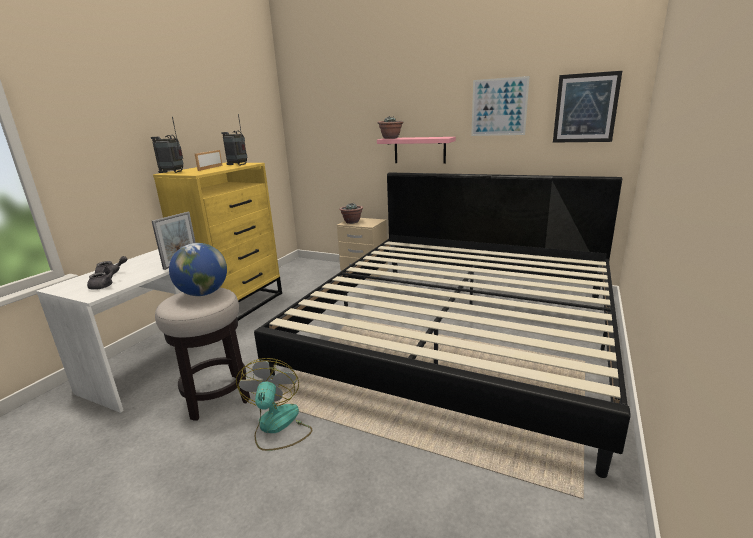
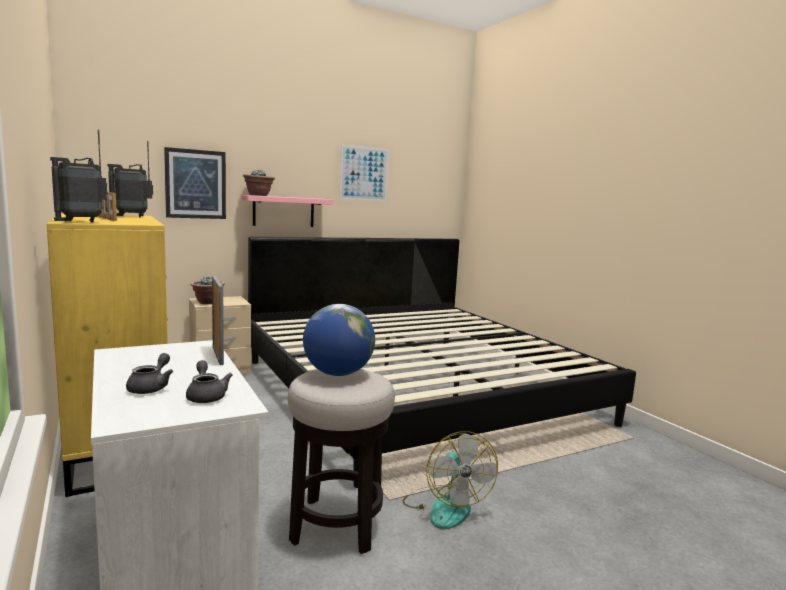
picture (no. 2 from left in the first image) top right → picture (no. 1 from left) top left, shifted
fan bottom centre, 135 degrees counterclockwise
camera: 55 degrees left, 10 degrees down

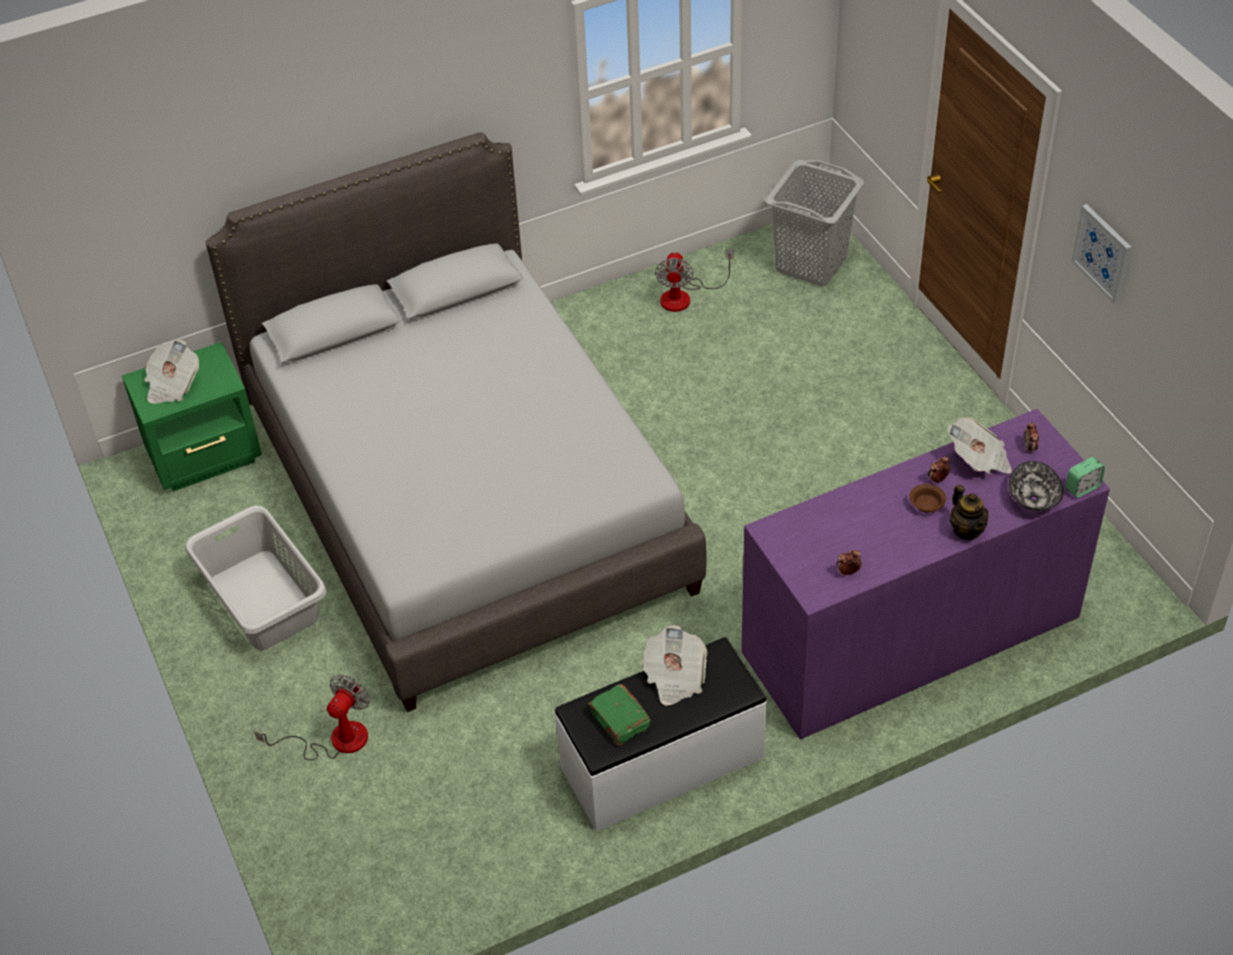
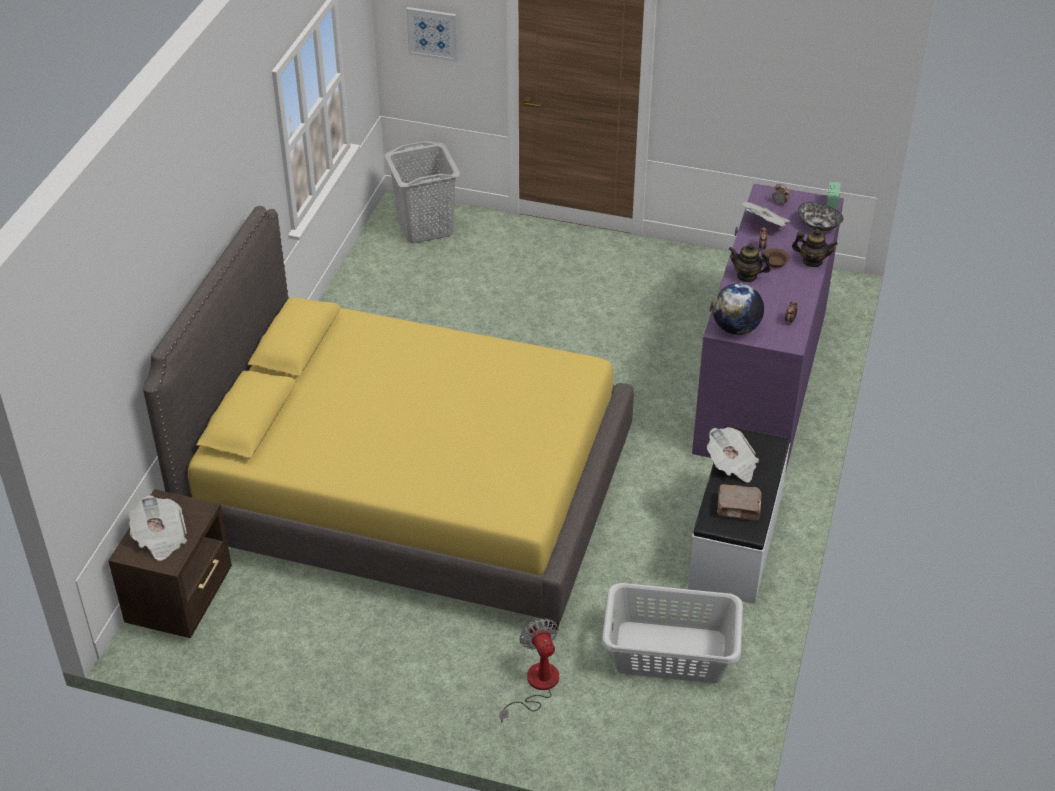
green nightstand middle left → brown nightstand bottom left
grey bed centre → yellow bed centre
picture top right → picture top centre, shifted
grey laundry basket (no. 1 from left in the first image) middle left → grey laundry basket (no. 2 from left) bottom centre, shifted
- → globe middle right
green book bottom centre → brown book middle right
- → teapot (no. 1 from left) top right
fan (no. 2 from left) top centre → -
camera: 50 degrees left, 5 degrees down

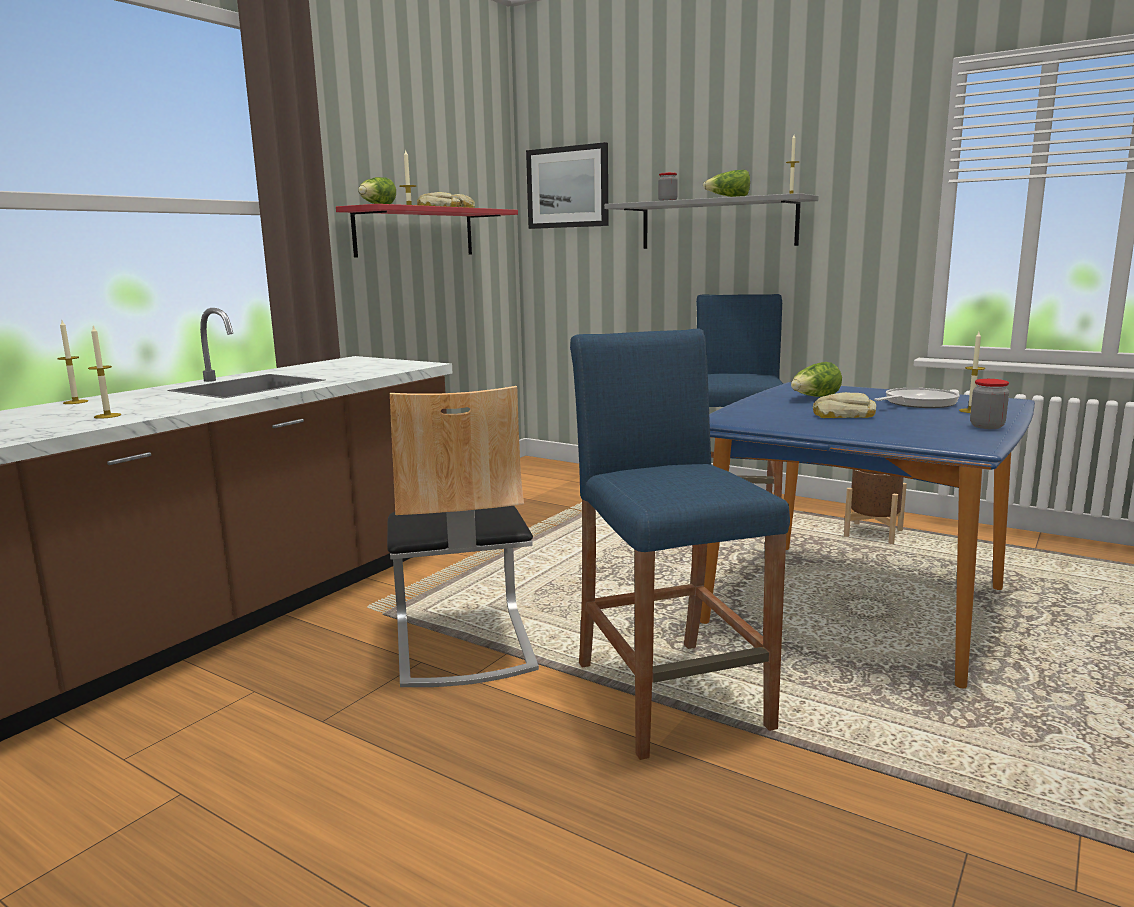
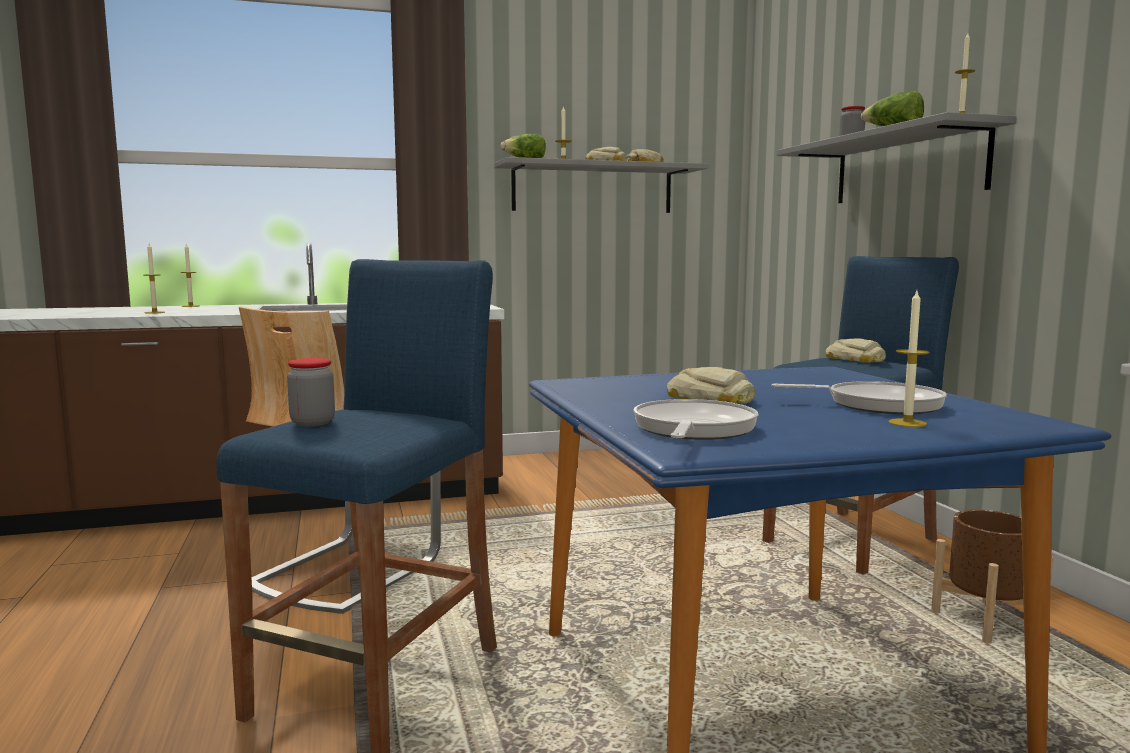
jar (no. 2 from left in the first image) middle right → jar (no. 1 from left) middle left, shifted
red shelf top centre → grey shelf (no. 1 from left) top centre
- → frying pan (no. 1 from left) centre
- → bread (no. 4 from left) middle right
picture top centre → -
lettuce (no. 3 from left) middle right → -
camera: 40 degrees right, 5 degrees down

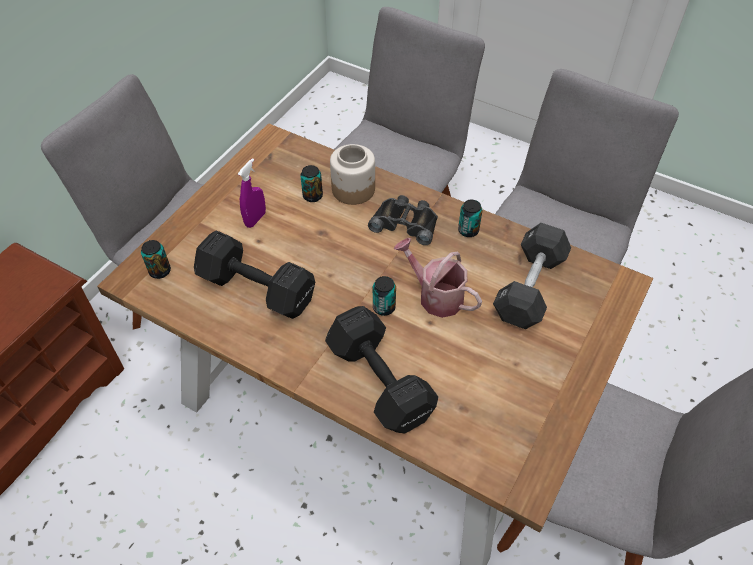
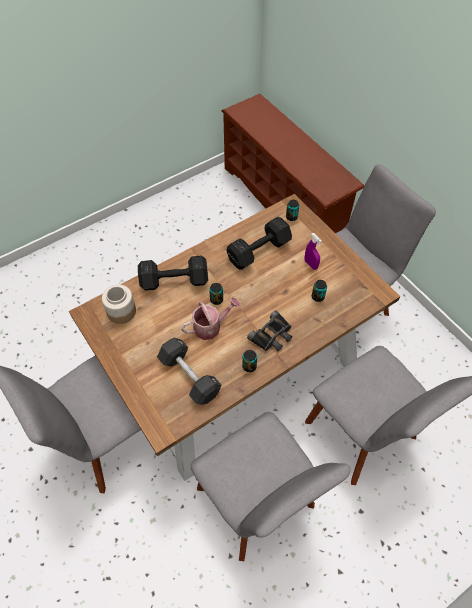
jar top centre → jar middle left, shifted
camera: 115 degrees right, 5 degrees up

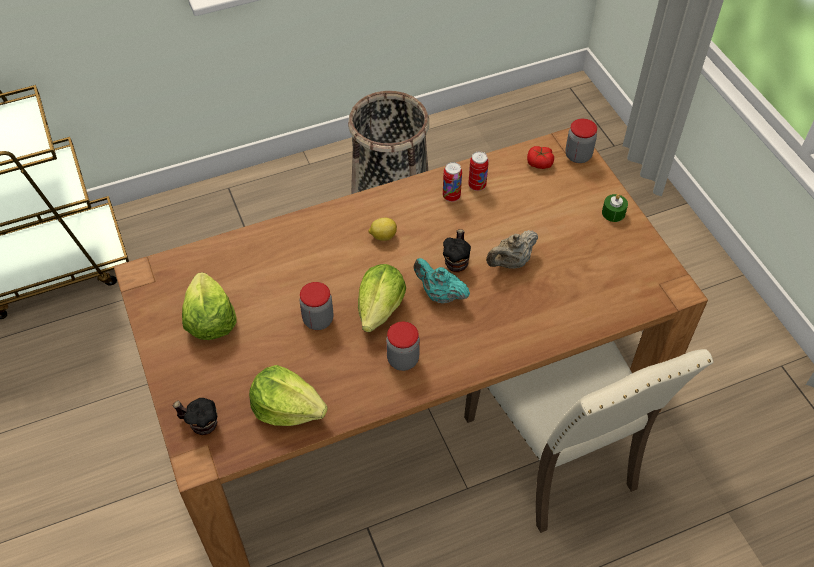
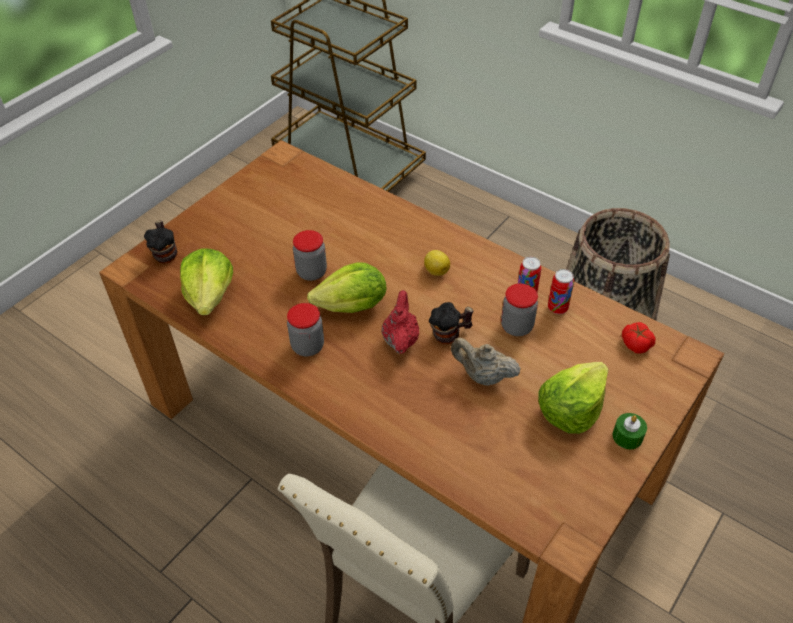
turquoise teapot centre → red teapot centre
jar (no. 3 from left) top right → jar (no. 3 from left) centre, shifted
lettuce (no. 1 from left in the first image) middle left → lettuce (no. 3 from left) middle right, shifted
camera: 60 degrees right, 5 degrees down

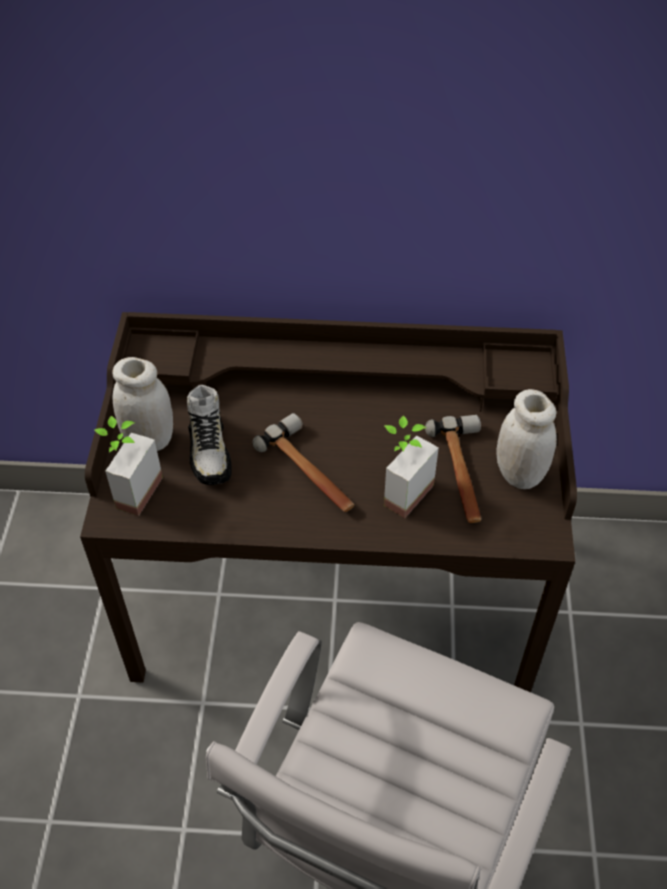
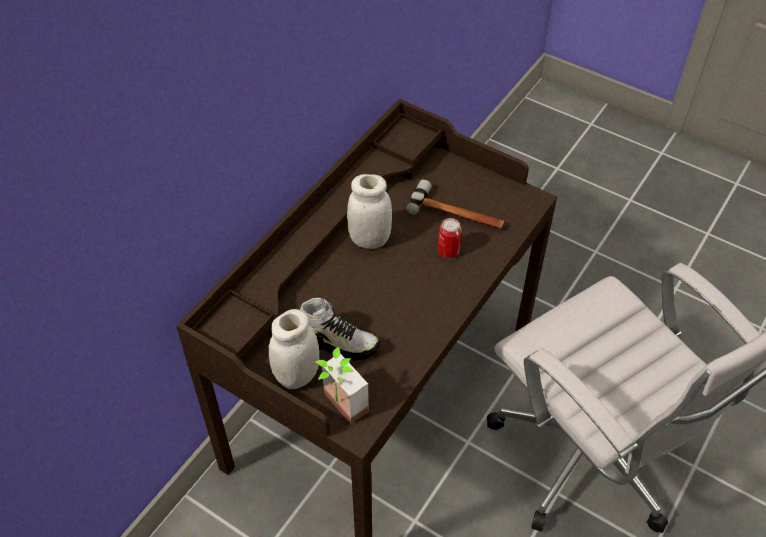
white jar (no. 2 from left) middle right → white jar (no. 2 from left) centre, shifted
potted plant (no. 2 from left) centre → can centre
hammer (no. 1 from left) centre → -
camera: 60 degrees left, 0 degrees up

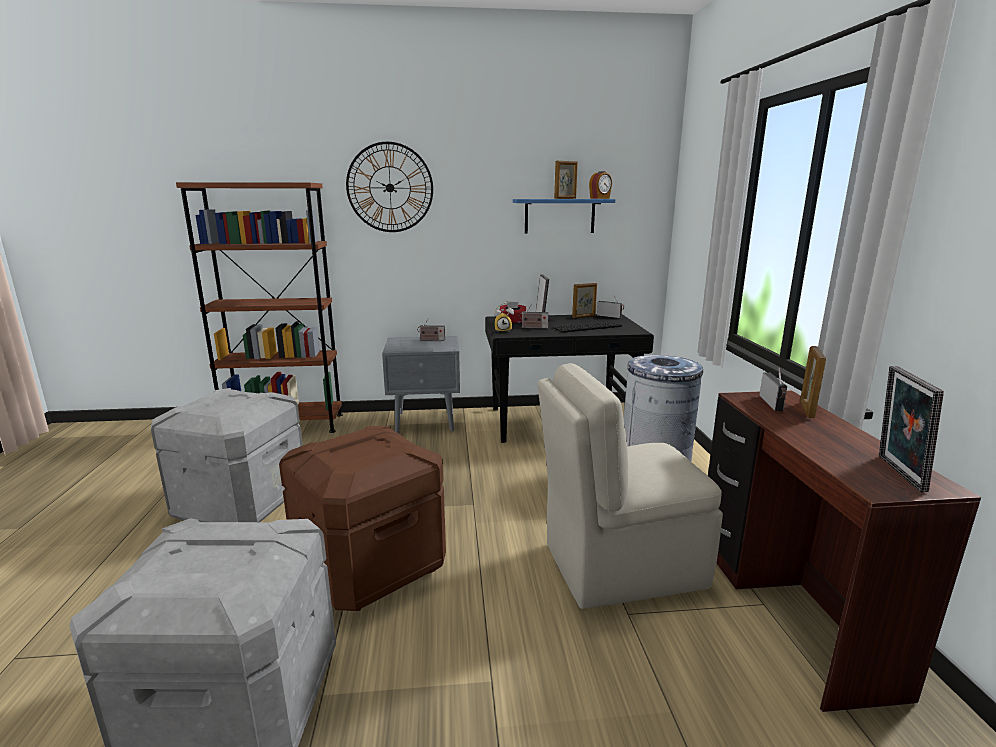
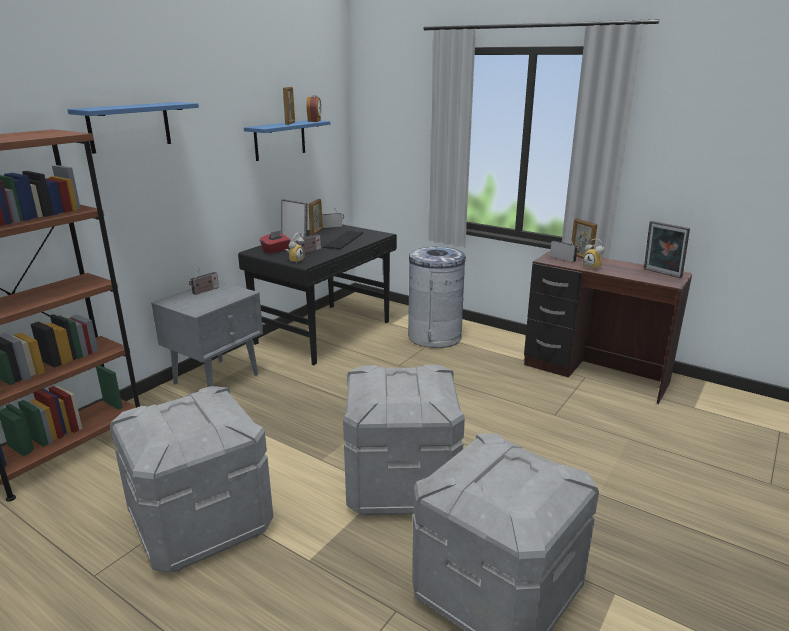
wall clock top centre → blue shelf (no. 1 from left) top left
brown storage box bottom centre → grey storage box (no. 2 from left) bottom centre
- → alarm clock (no. 3 from left) middle right
beige chair centre → -
camera: 50 degrees left, 5 degrees up

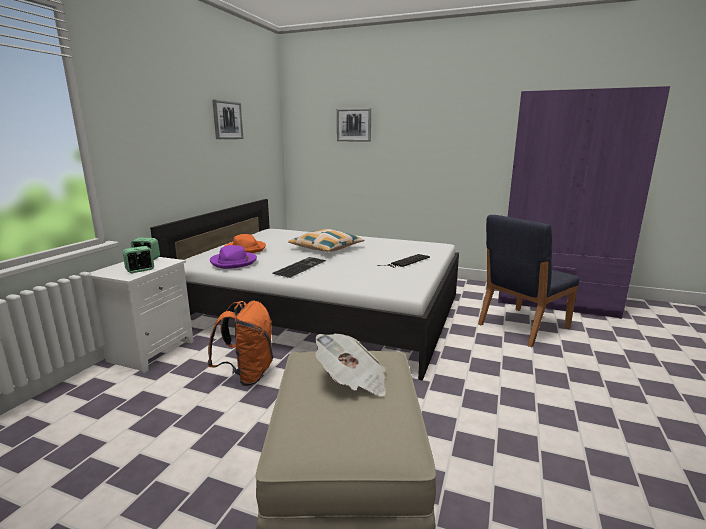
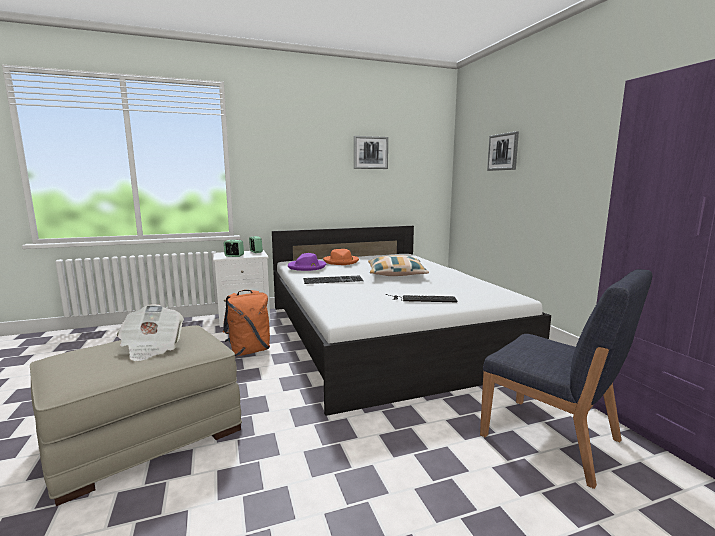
blue chair middle right → blue chair bottom right, 150 degrees counterclockwise
camera: 50 degrees right, 5 degrees down

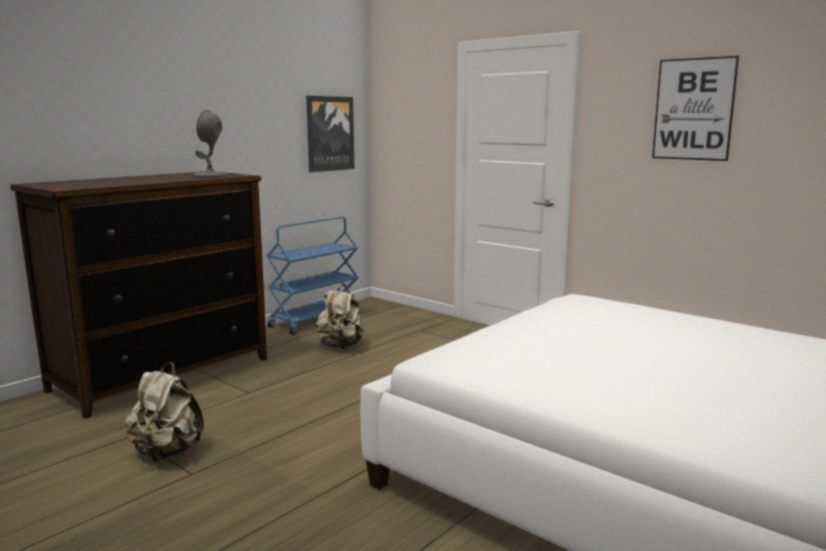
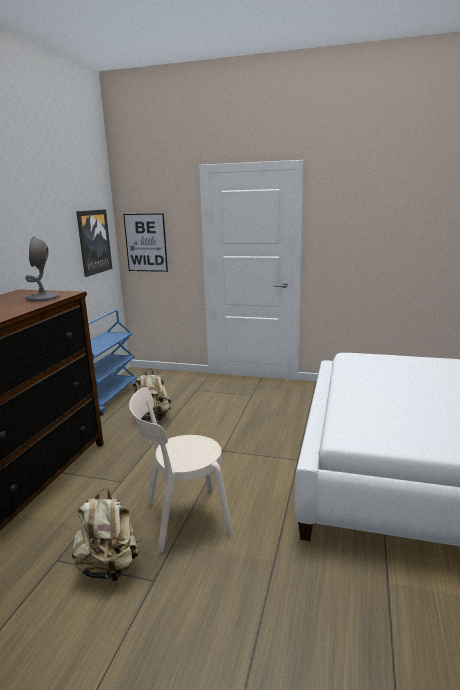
picture (no. 2 from left) top right → picture (no. 2 from left) middle left, shifted
- → beige chair bottom centre
camera: 25 degrees left, 5 degrees up

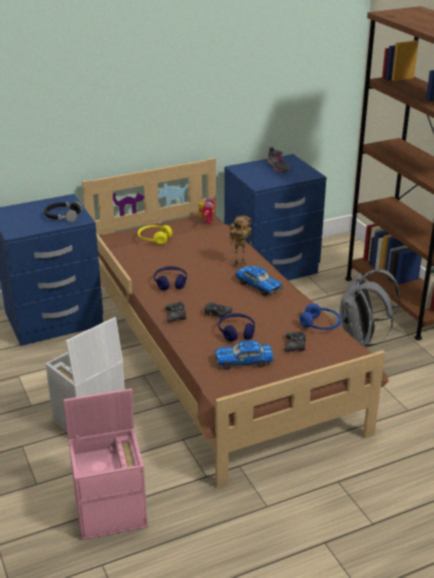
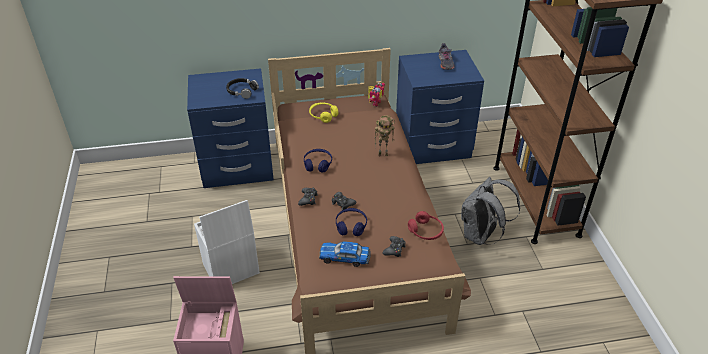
blue headphones (no. 3 from left) middle right → red headphones centre
toy car (no. 2 from left) centre → -
camera: 15 degrees right, 10 degrees up

